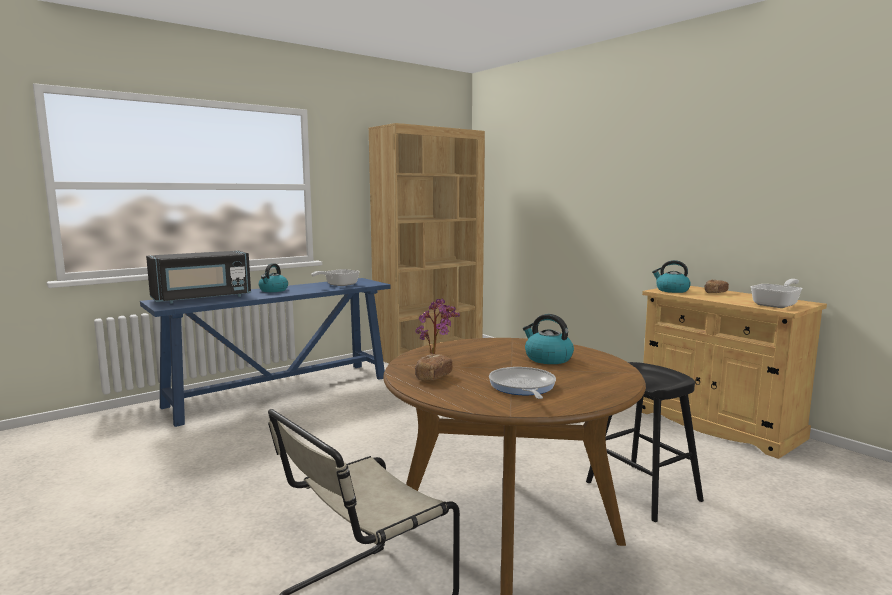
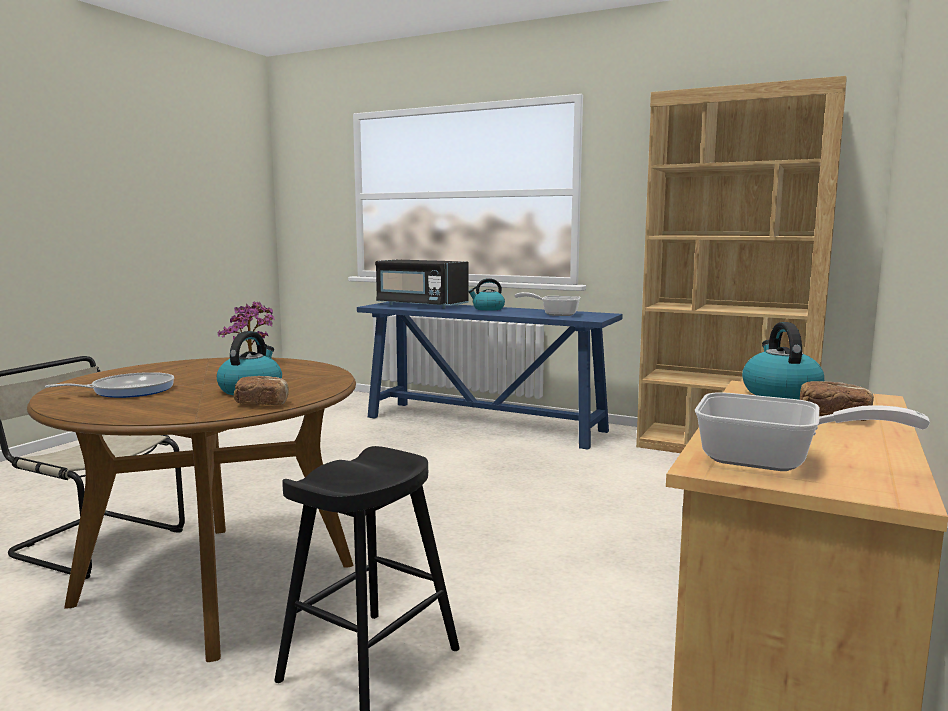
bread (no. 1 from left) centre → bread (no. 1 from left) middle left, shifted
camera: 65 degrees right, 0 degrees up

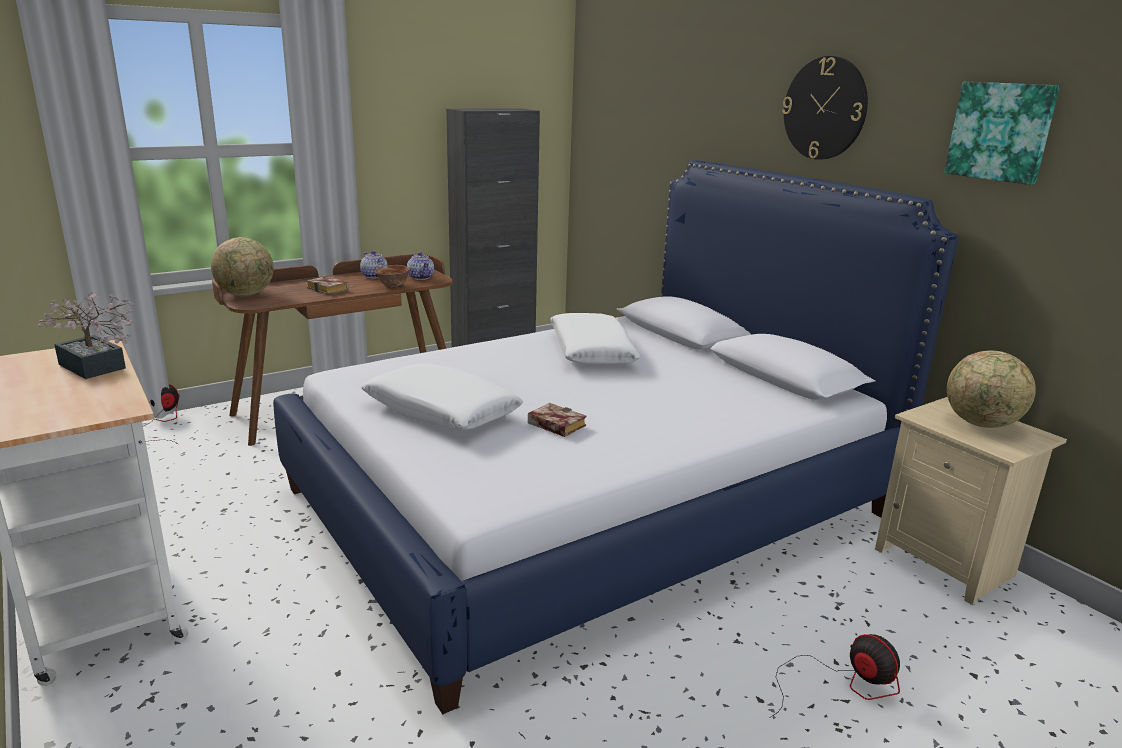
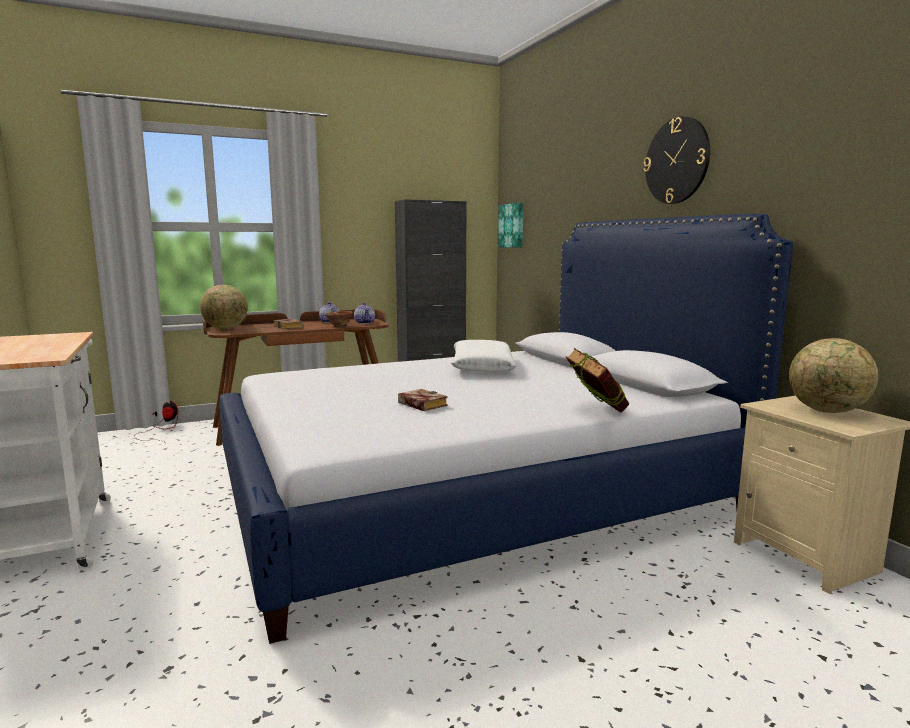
picture top right → picture top centre, shifted
- → book (no. 3 from left) centre
potted plant middle left → -
white pillow (no. 1 from left) centre → -
fan (no. 2 from left) bottom right → -
camera: 10 degrees right, 10 degrees down

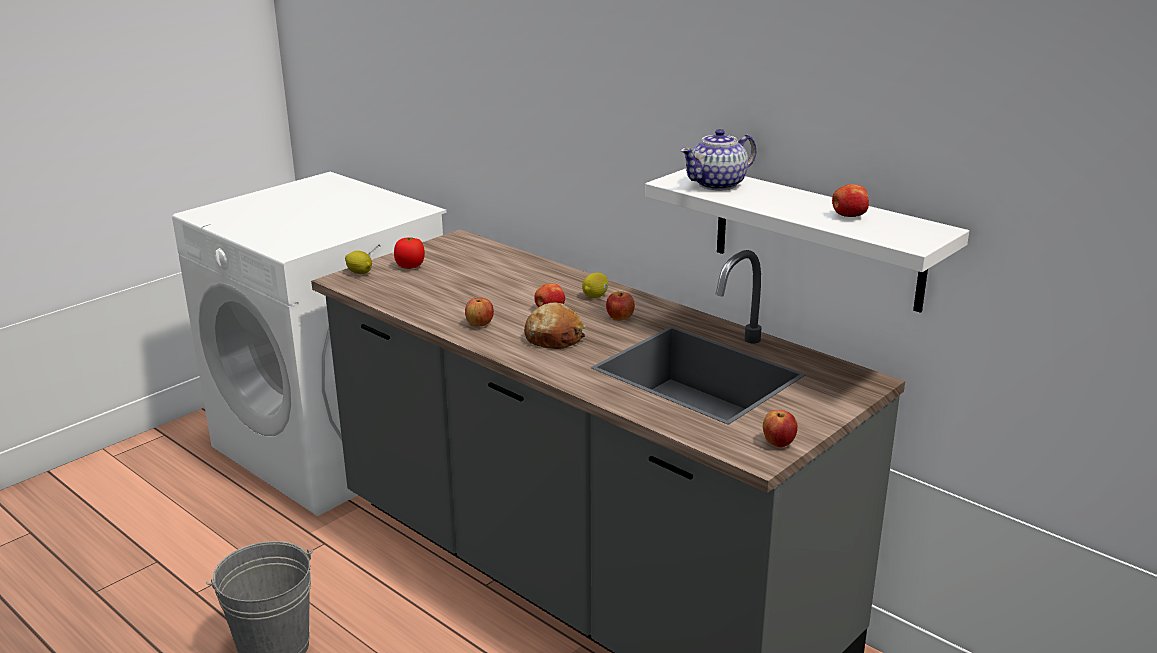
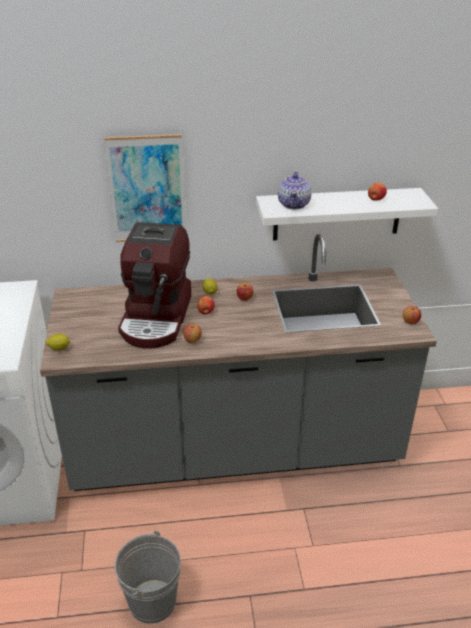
- → picture top left
- → coffee machine middle left
tomato centre → -
bread centre → -
camera: 50 degrees left, 10 degrees up

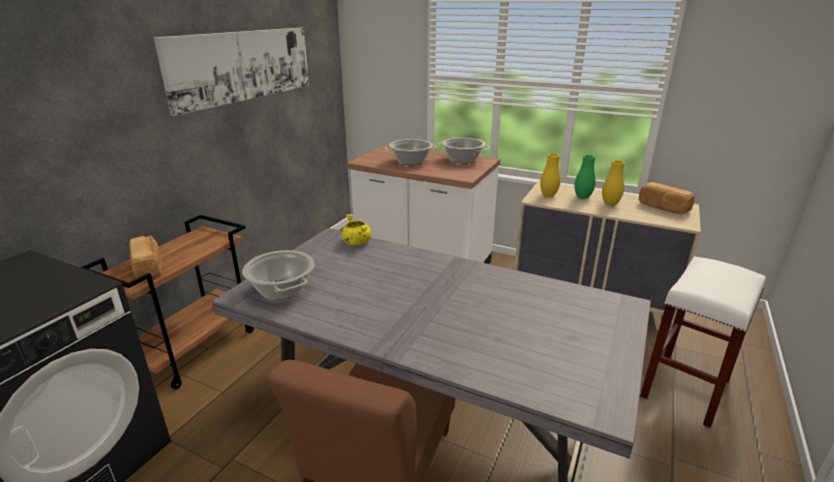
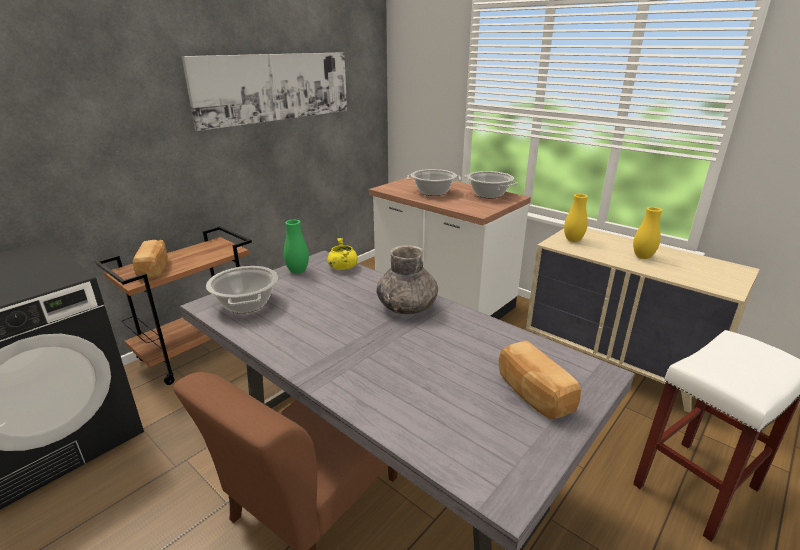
green vase middle right → green vase centre, shifted
- → grey vase centre
bread (no. 2 from left) middle right → bread (no. 2 from left) bottom right, shifted
camera: 15 degrees right, 0 degrees up

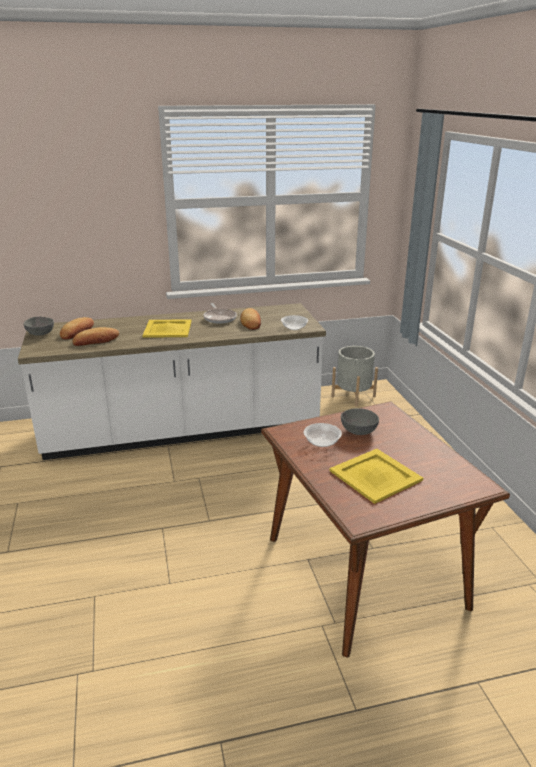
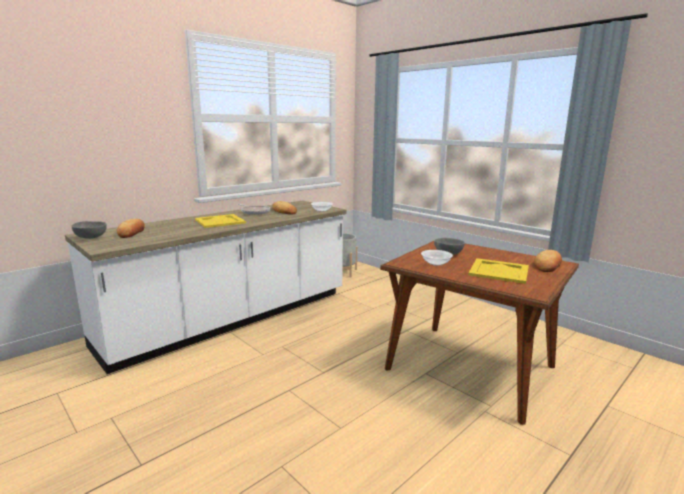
bread (no. 2 from left in the first image) middle left → bread (no. 3 from left) middle right, shifted
camera: 30 degrees left, 10 degrees down

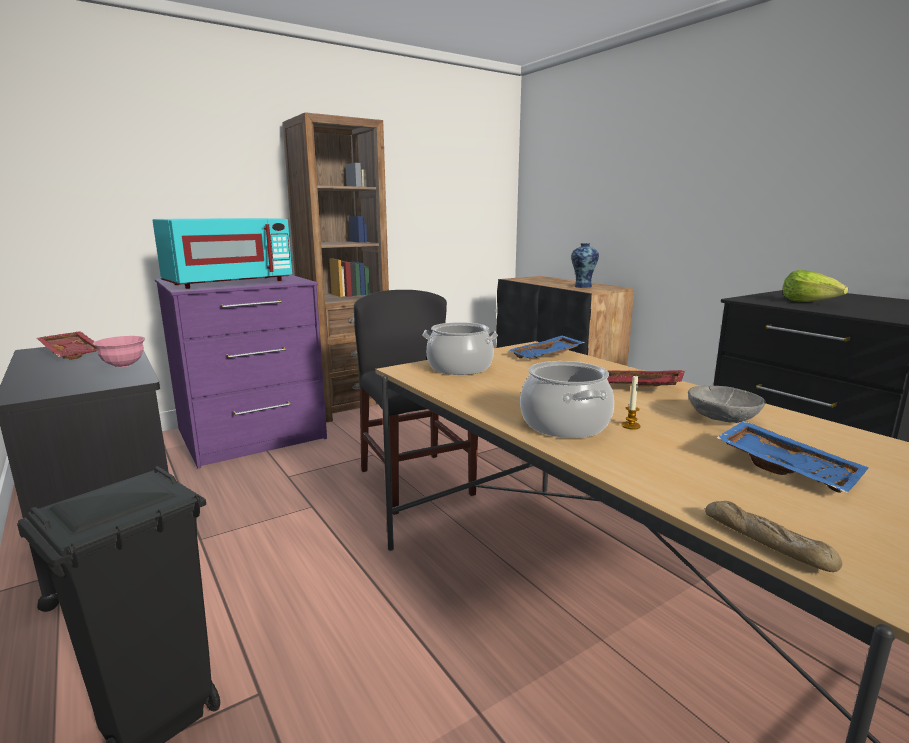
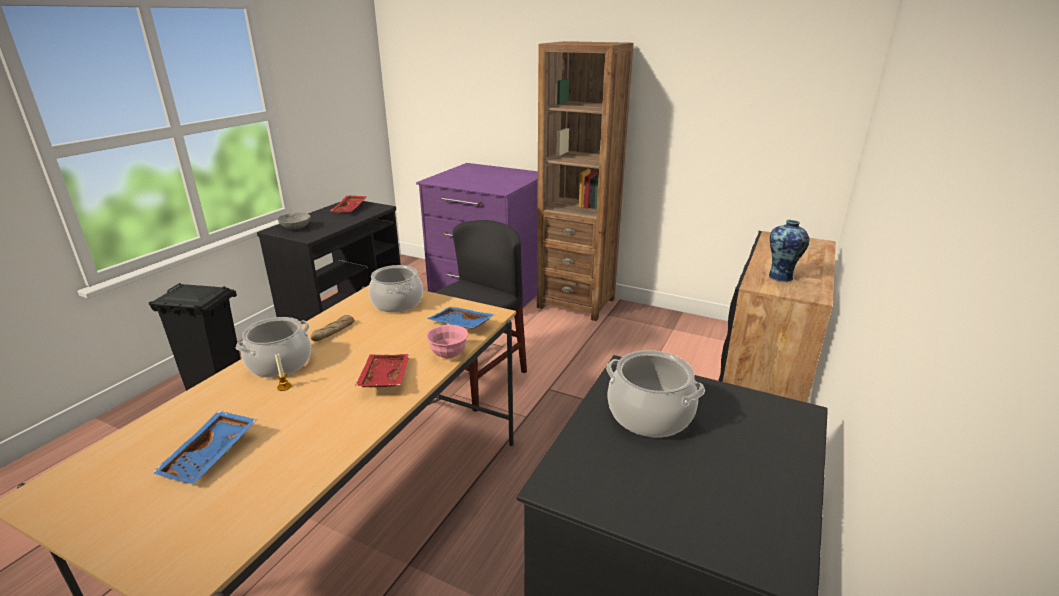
grey bowl middle right → grey bowl middle left, shifted
bread bottom right → bread middle left, shifted
pink bowl middle left → pink bowl centre, shifted
lettuce middle right → cooking pot (no. 3 from left) centre
turquoise microwave middle left → -
camera: 60 degrees right, 10 degrees up

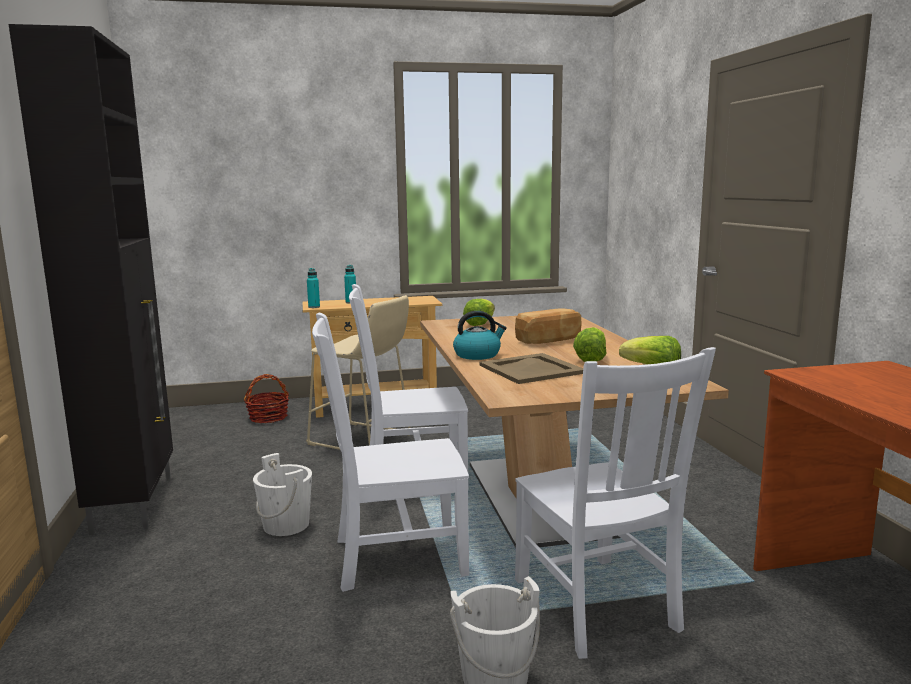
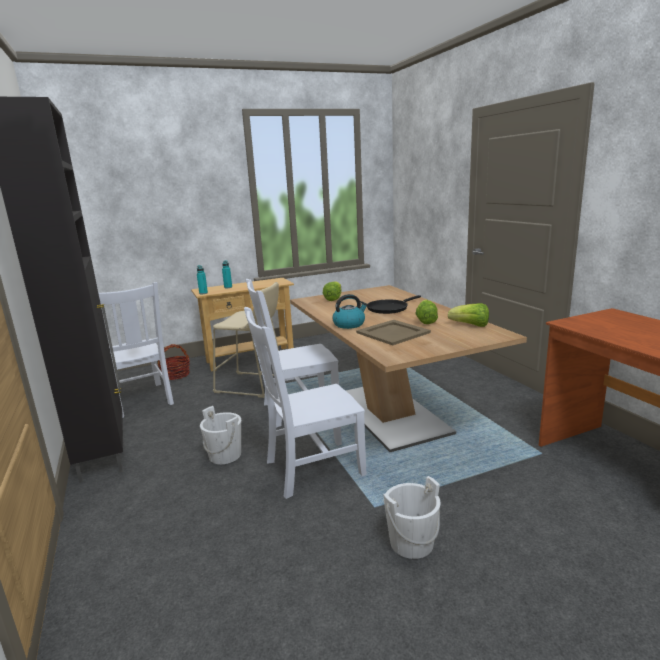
white chair (no. 3 from left in the first image) bottom right → white chair (no. 1 from left) middle left, shifted
bread centre → black frying pan centre
camera: 10 degrees left, 5 degrees up

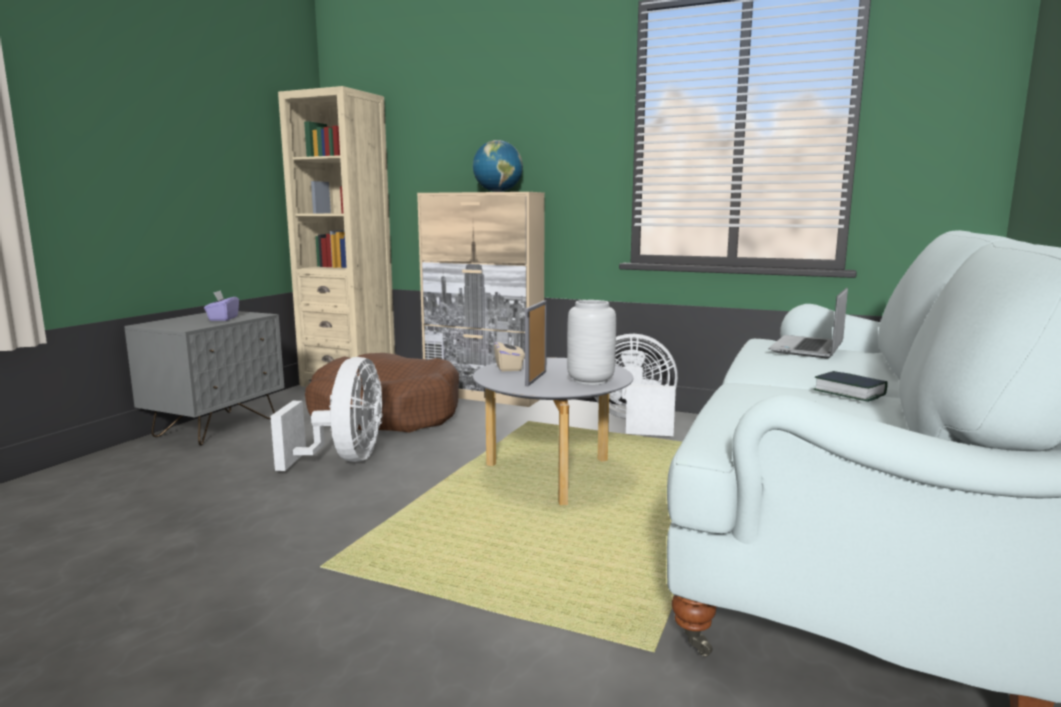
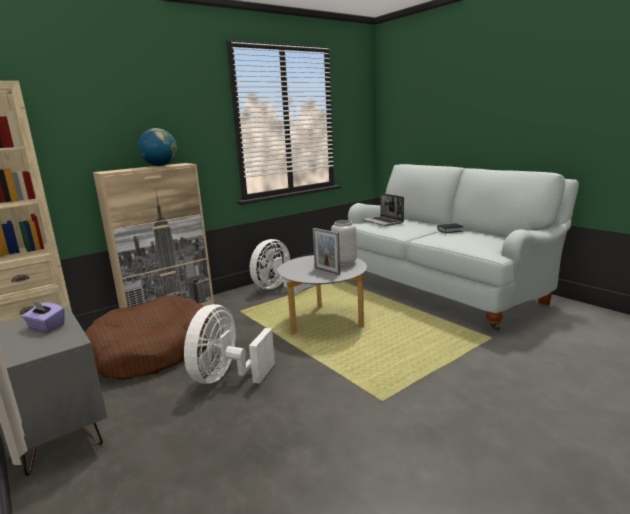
white fan (no. 1 from left) middle left → white fan (no. 1 from left) bottom centre, 105 degrees counterclockwise
beige tissue box centre → -
camera: 60 degrees left, 5 degrees up

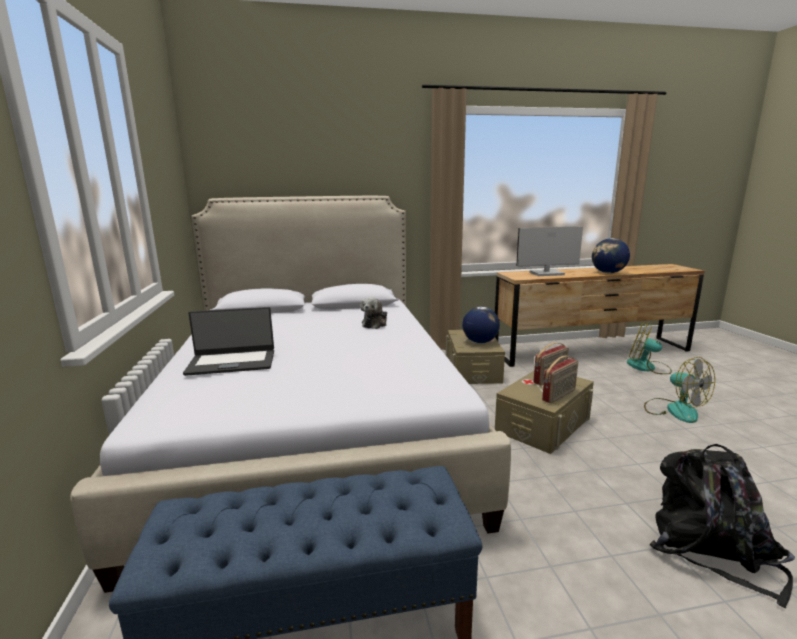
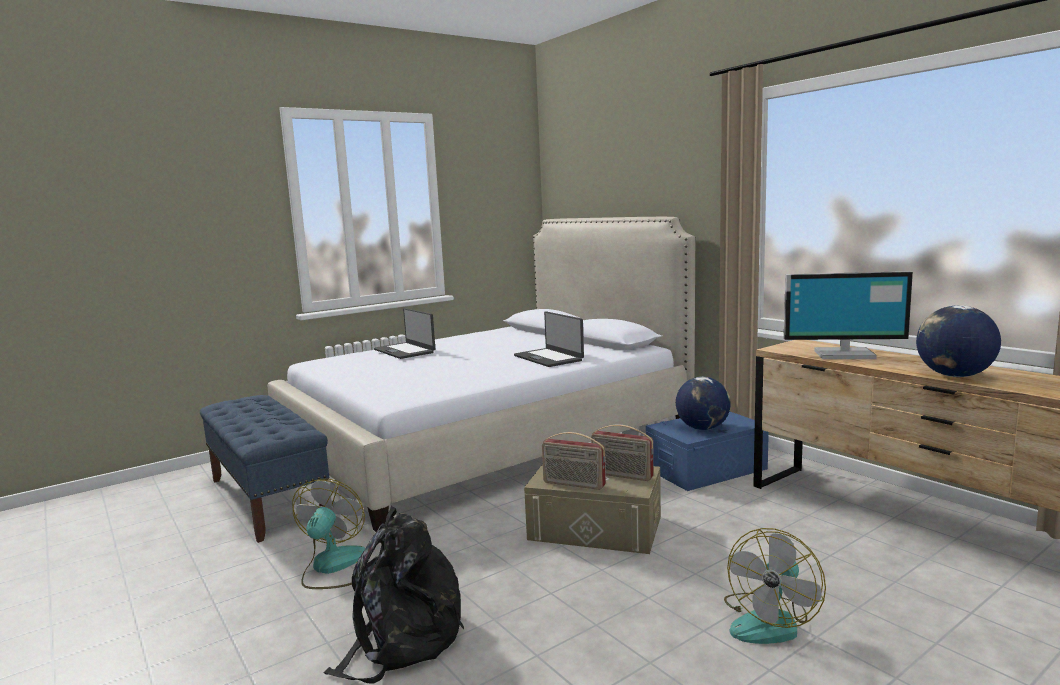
fan (no. 1 from left) middle right → fan (no. 1 from left) bottom left, shifted
plush toy centre → laptop (no. 2 from left) centre
beige storage box (no. 1 from left) centre → blue storage box middle right
monitor middle right, 135 degrees clockwise
camera: 65 degrees right, 5 degrees down

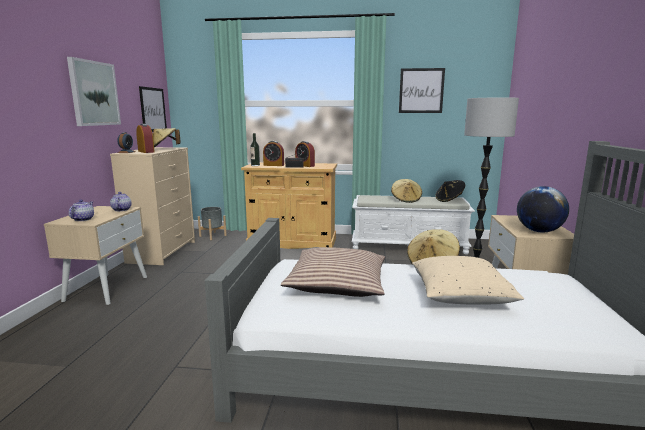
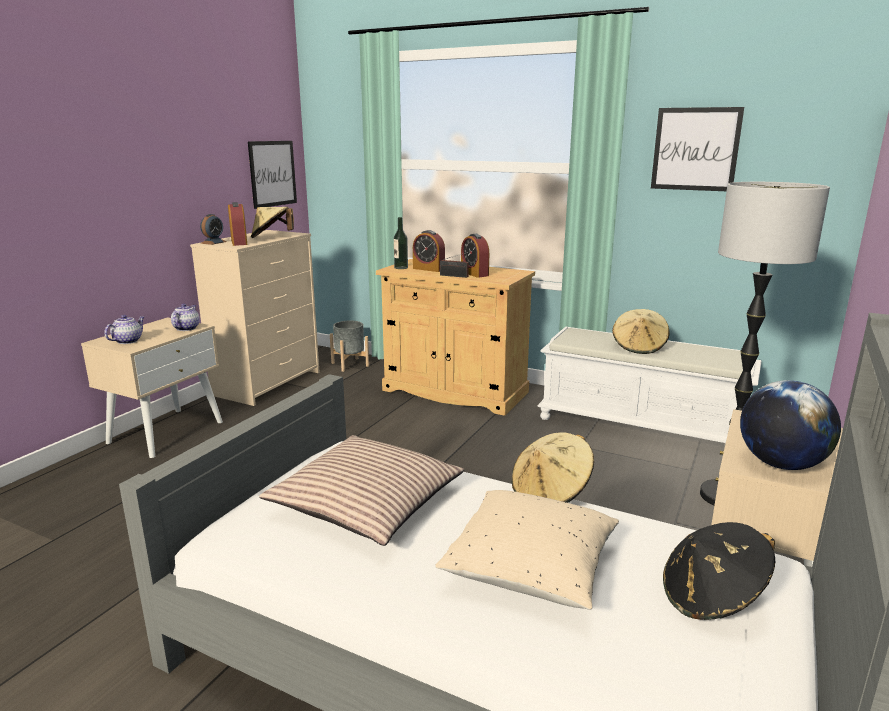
black hat middle right → black hat bottom right, shifted
picture (no. 1 from left) top left → -
camera: 20 degrees right, 5 degrees up

